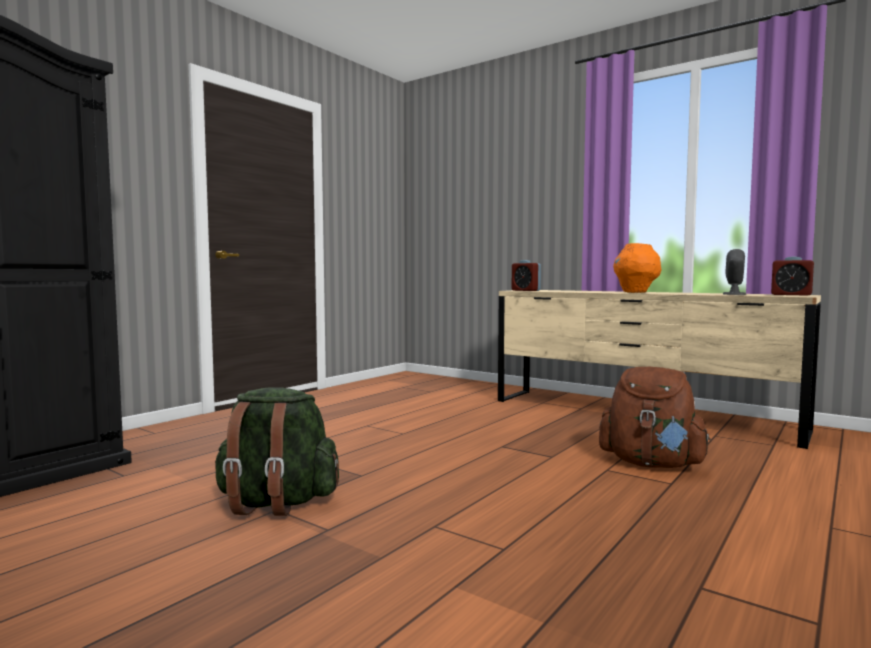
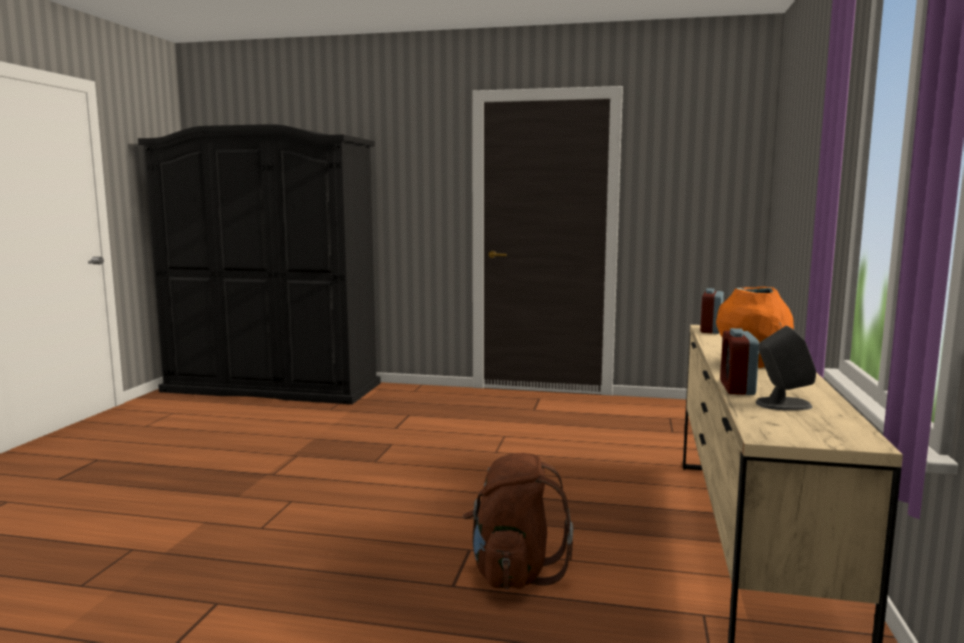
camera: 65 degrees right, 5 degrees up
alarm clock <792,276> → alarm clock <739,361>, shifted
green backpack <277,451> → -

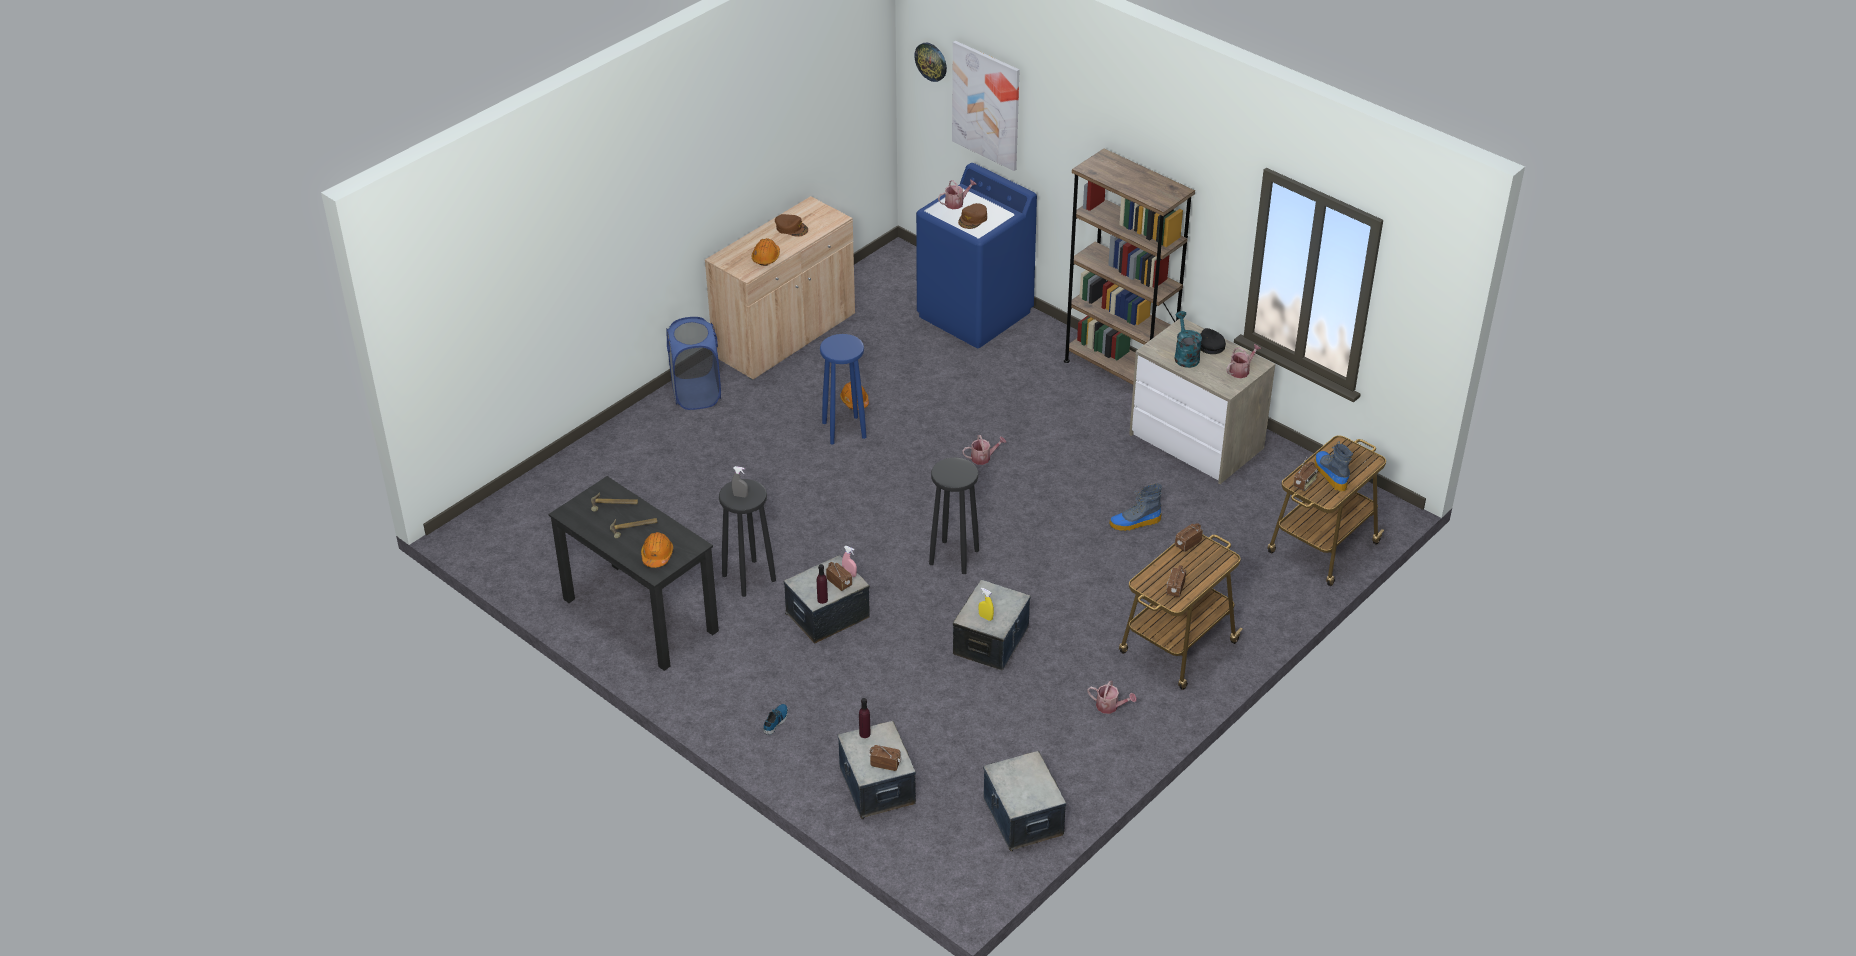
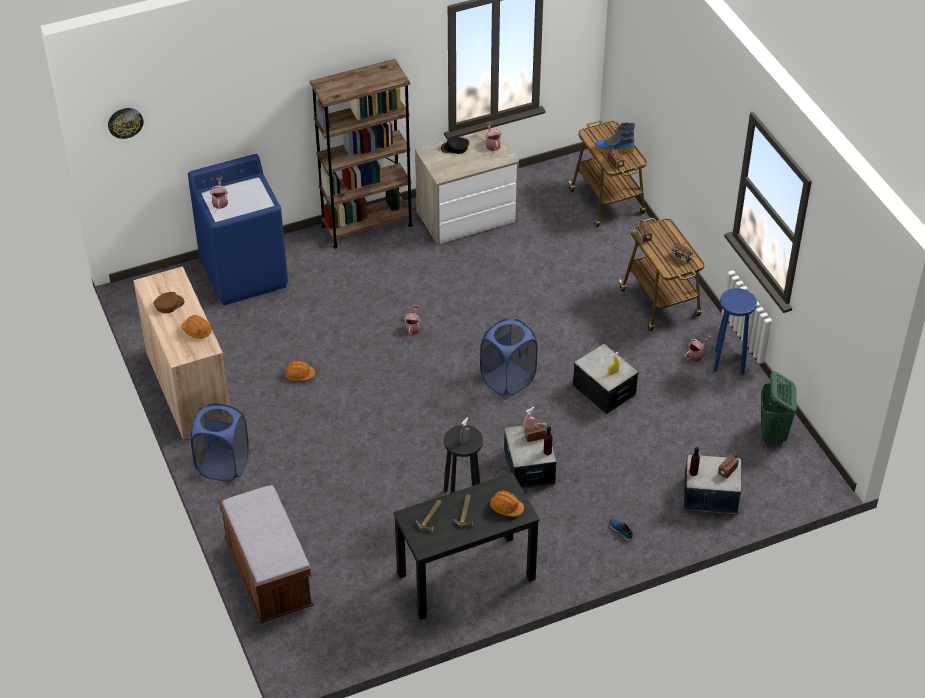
camera: 65 degrees left, 5 degrees up
- → brown bench <266,553>
black stool <954,516> → blue laundry basket <509,357>
blue stool <843,389> → blue stool <735,331>, shifted
storage box <1024,801> → green laundry basket <779,407>
picture <985,106> → -
brown cap <972,216> → -
boot <1136,507> → -
turquoise watering can <1188,339> → -

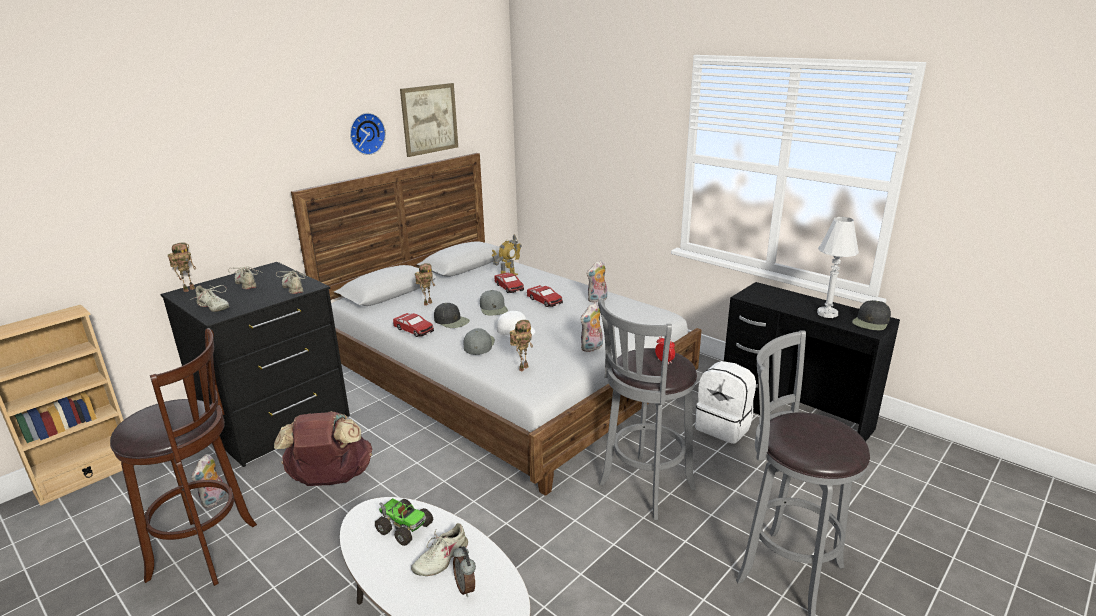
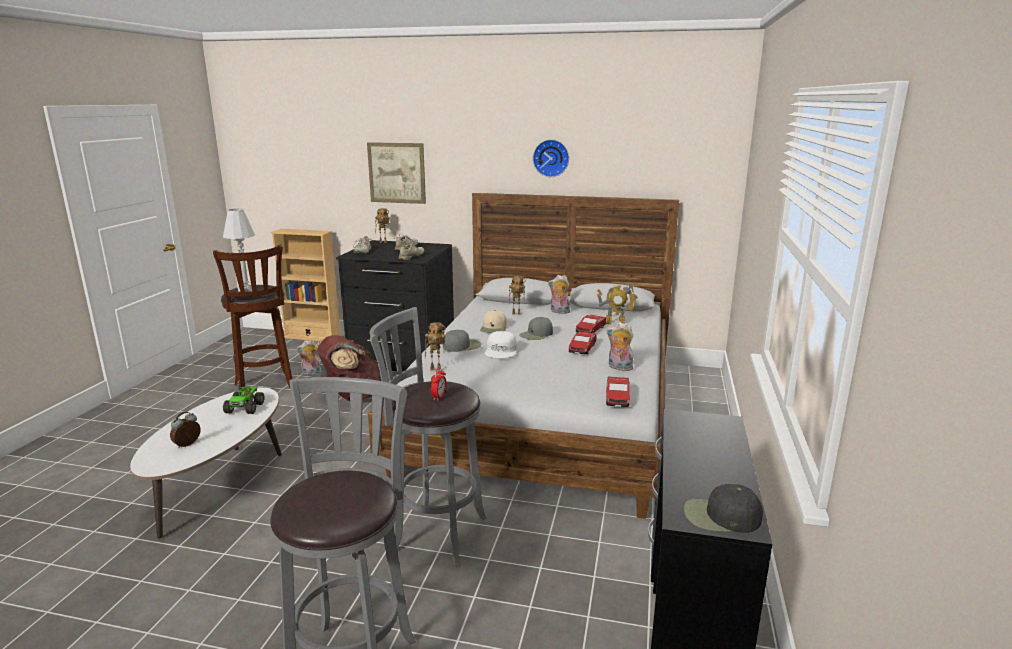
camera: 60 degrees right, 5 degrees down
white table lamp <838,267> → white table lamp <239,250>, shifted
picture <429,120> → picture <396,173>, shifted
black cap <452,315> → beige cap <493,321>
plush toy <591,327> → plush toy <559,294>, shifted
toy car <413,325> → toy car <618,392>, shifted
beige shoe <439,549> → -
white backpack <725,402> → -

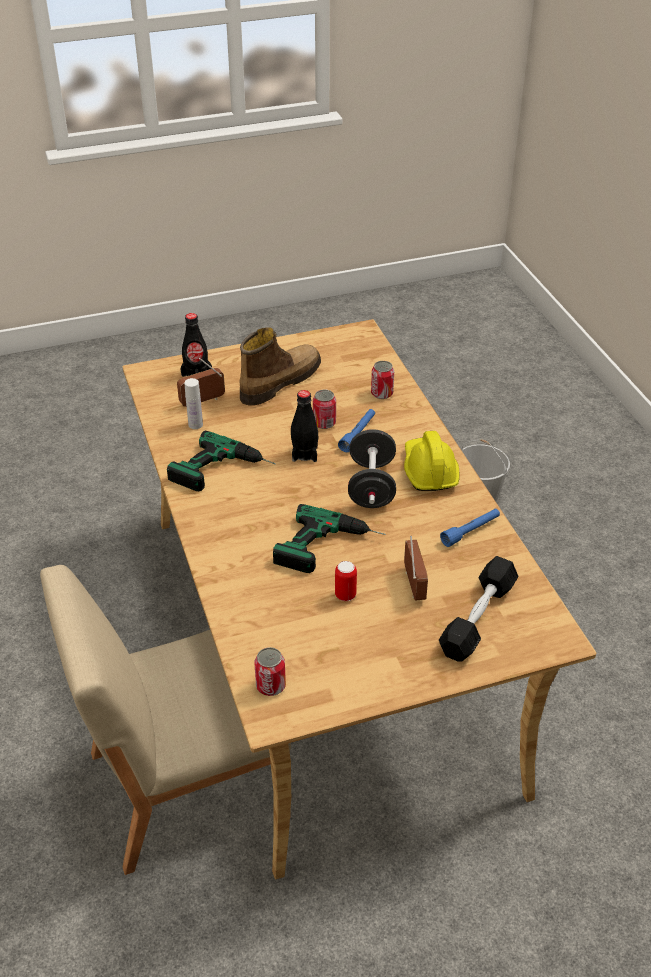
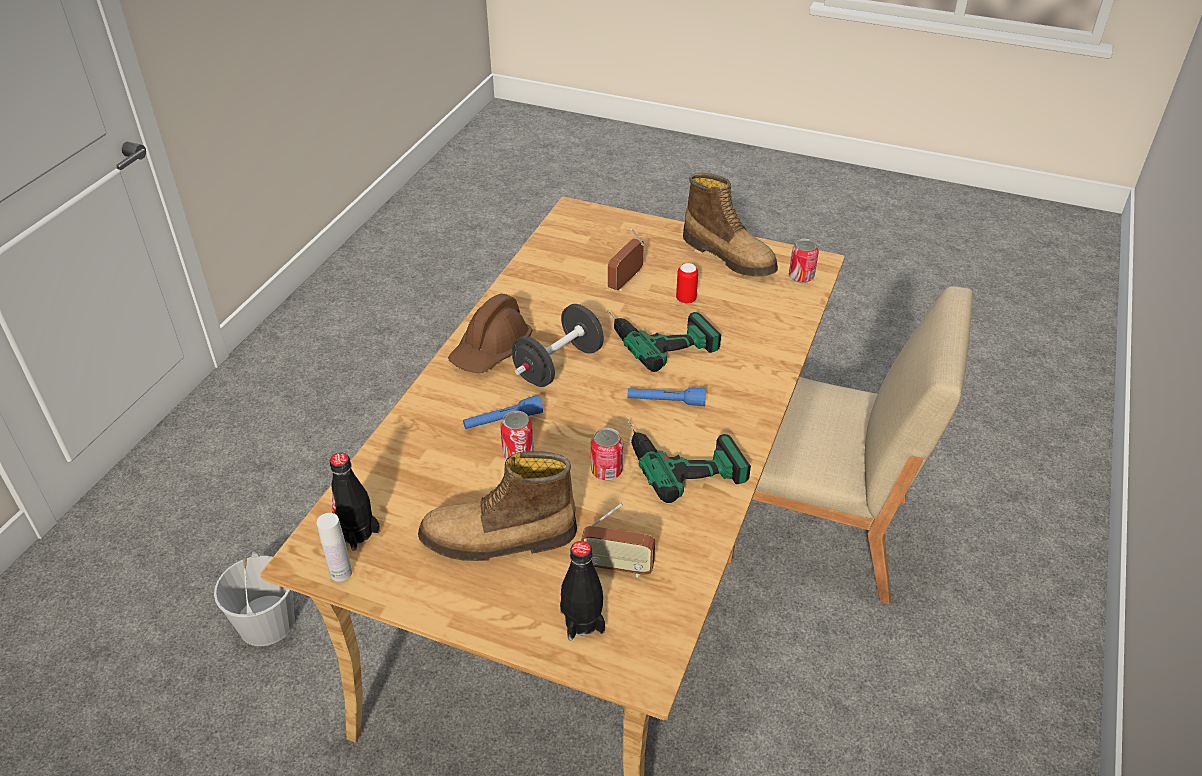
camera: 140 degrees left, 0 degrees up
white bottle <193,403> → white bottle <334,547>, shifted
black bottle <304,426> → black bottle <355,502>, shifted
yellow hard hat <432,461> → brown hard hat <490,333>
can <382,380> → can <607,454>, shifted
blue flashlight <470,528> → blue flashlight <666,397>, shifted
- → boot <730,224>
black dumbbell <478,609> → -

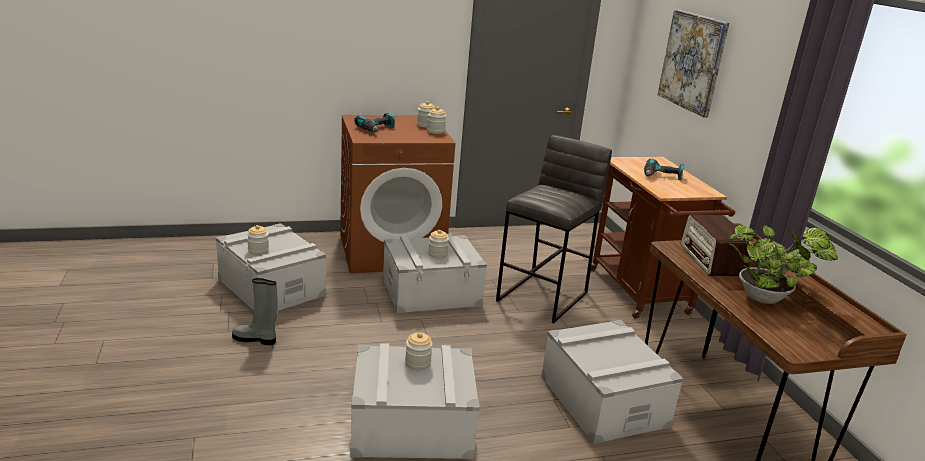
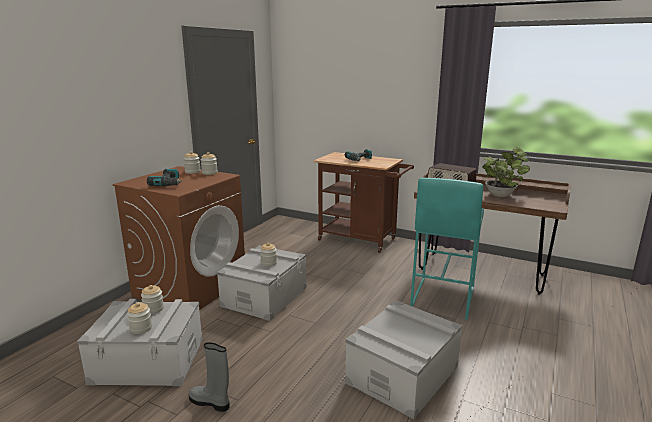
camera: 45 degrees left, 5 degrees down
jar <419,351> → jar <152,299>, shifted
grey boot <255,311> → grey boot <209,377>, 60 degrees clockwise
grey storage box <612,382> → turquoise stool <447,249>
grey stool <554,229> → -
picture <694,64> → -

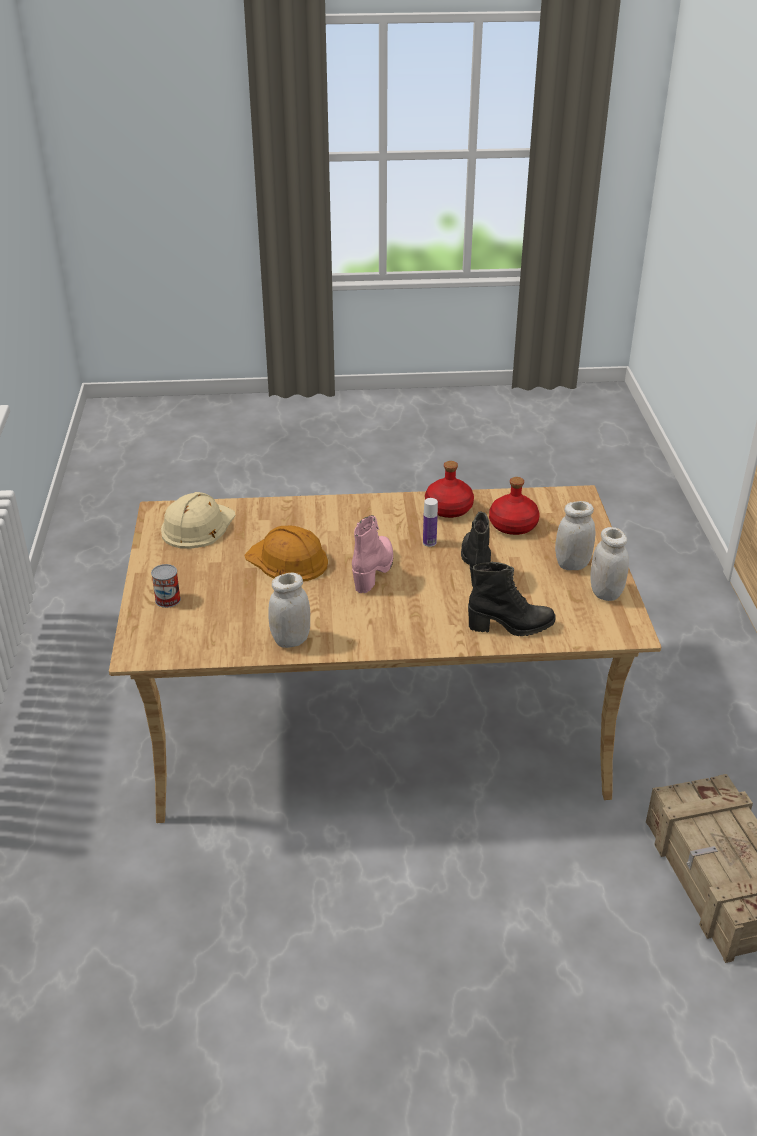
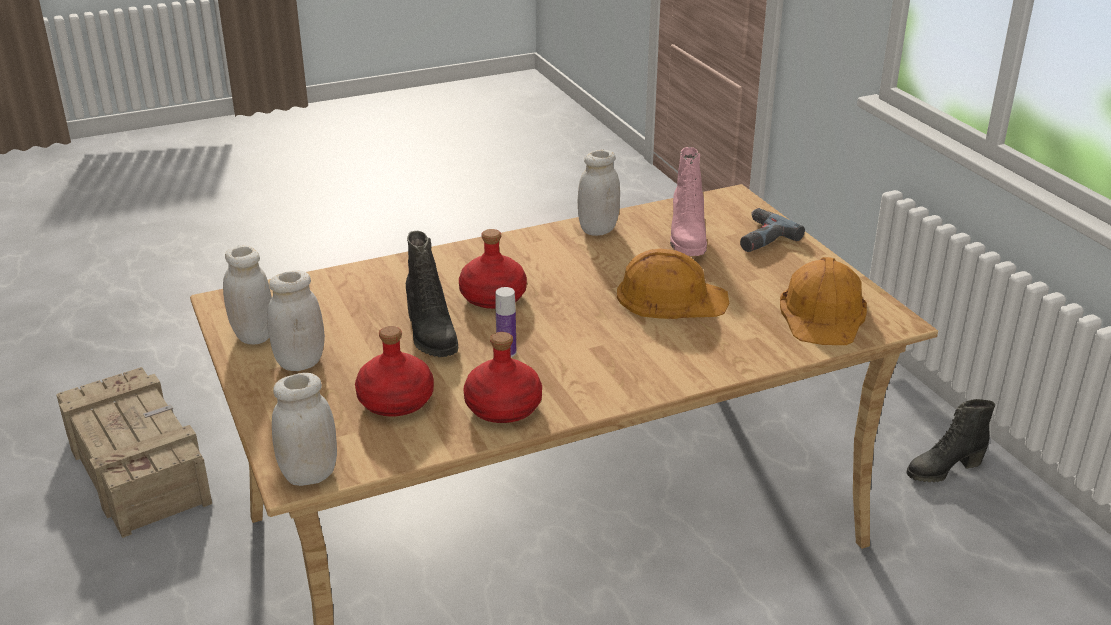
camera: 160 degrees right, 5 degrees down
- → white jar <304,429>
- → red bottle <493,269>
pink boot <372,554> → pink boot <688,201>, shifted
can <166,586> → power drill <772,230>
beige hard hat <198,520> → orange hard hat <823,301>
black boot <512,599> → black boot <951,440>, shifted

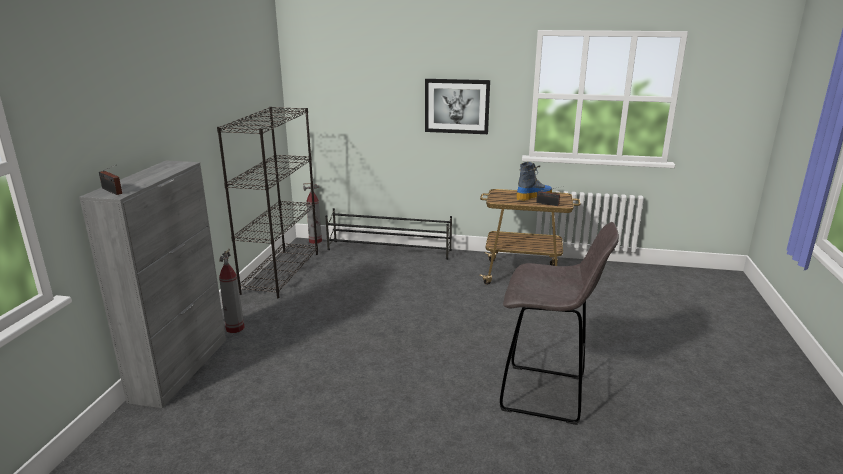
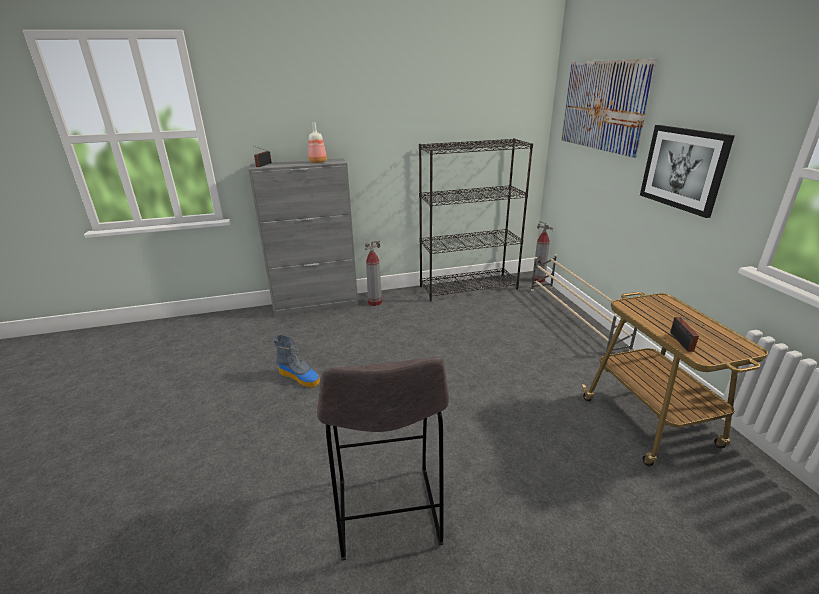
camera: 65 degrees right, 5 degrees up
boot <534,181> → boot <296,361>, shifted
- → bottle <317,143>
black shoe rack <388,234> → beige shoe rack <584,302>
- → picture <609,108>

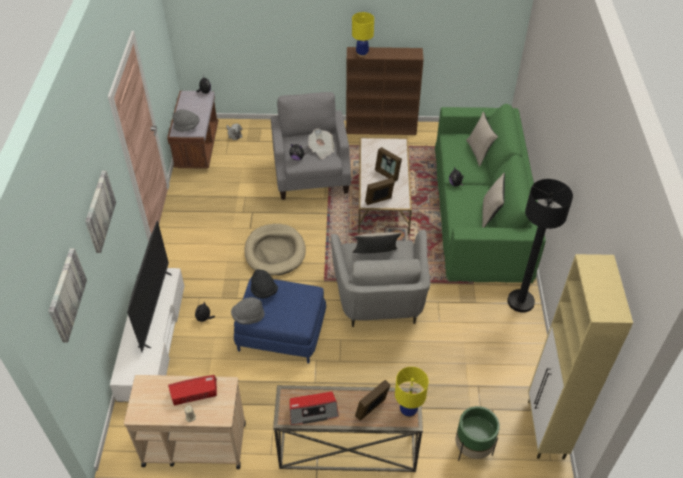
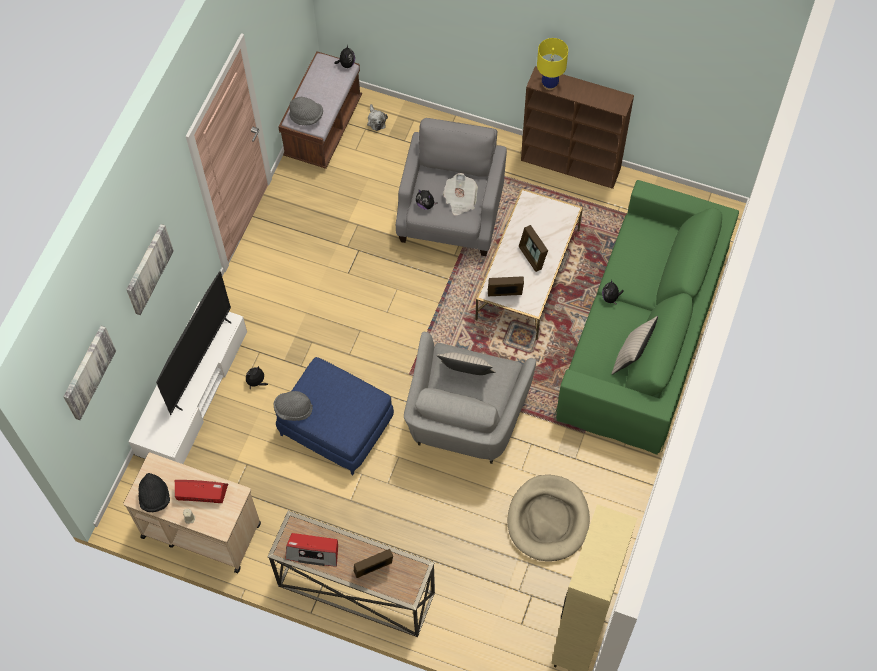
camera: 20 degrees right, 15 degrees up
black hat <264,284> → black hat <154,493>, shifted
beige dog bed <275,249> → beige dog bed <548,518>, shifted
yellow table lamp <412,392> → -
green planter <477,433> → -
beige pillow <482,139> → -
black floor lamp <540,246> → -

